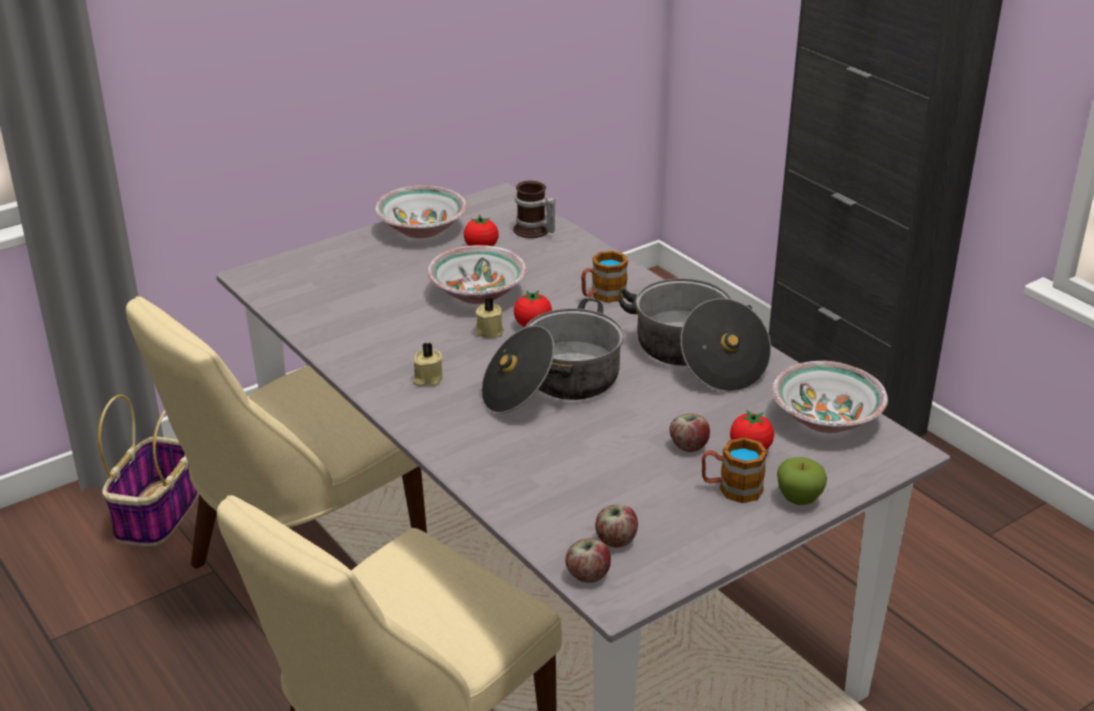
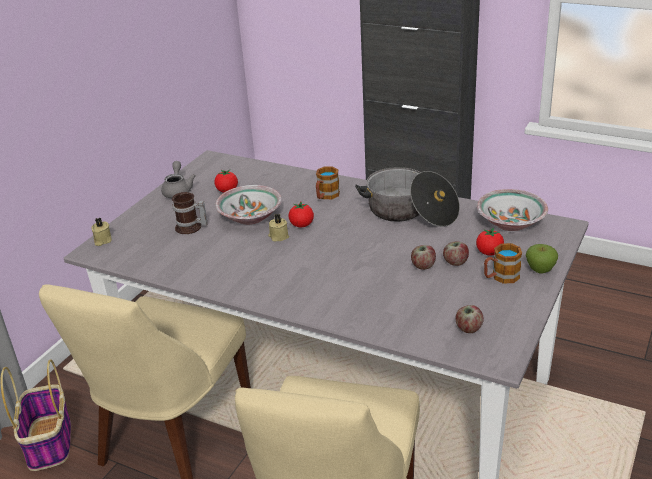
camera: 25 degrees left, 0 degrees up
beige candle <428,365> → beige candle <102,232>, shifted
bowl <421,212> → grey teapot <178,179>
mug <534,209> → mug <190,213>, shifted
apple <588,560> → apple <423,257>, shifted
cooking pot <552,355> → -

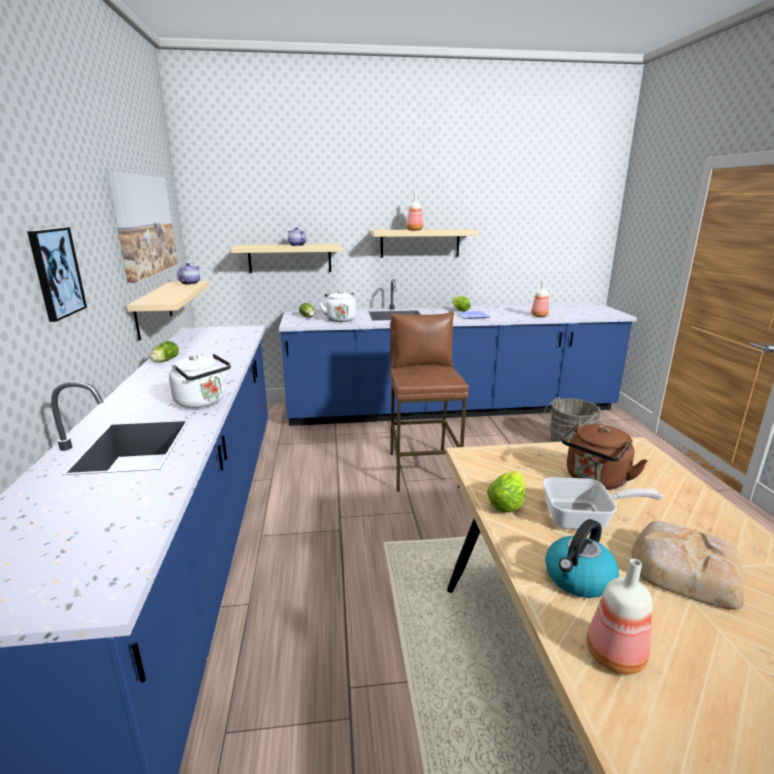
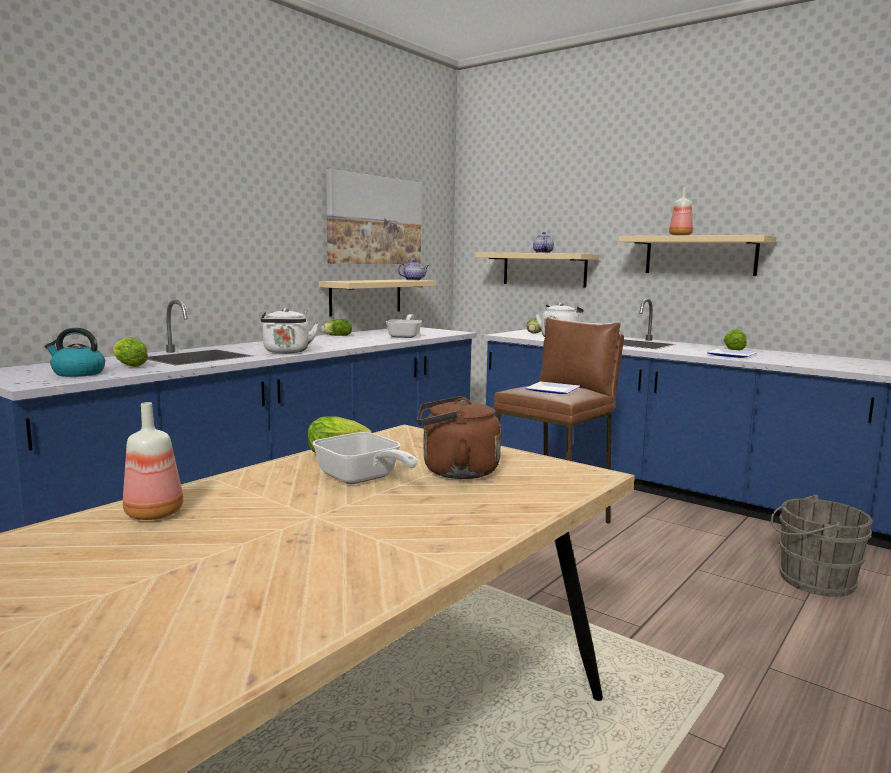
camera: 45 degrees right, 10 degrees down
kettle <582,558> → kettle <75,352>, shifted
- → lettuce <130,352>
- → frying pan <404,326>
- → plate <552,388>
picture <57,274> → -
bottle <540,299> → -
bread <688,565> → -

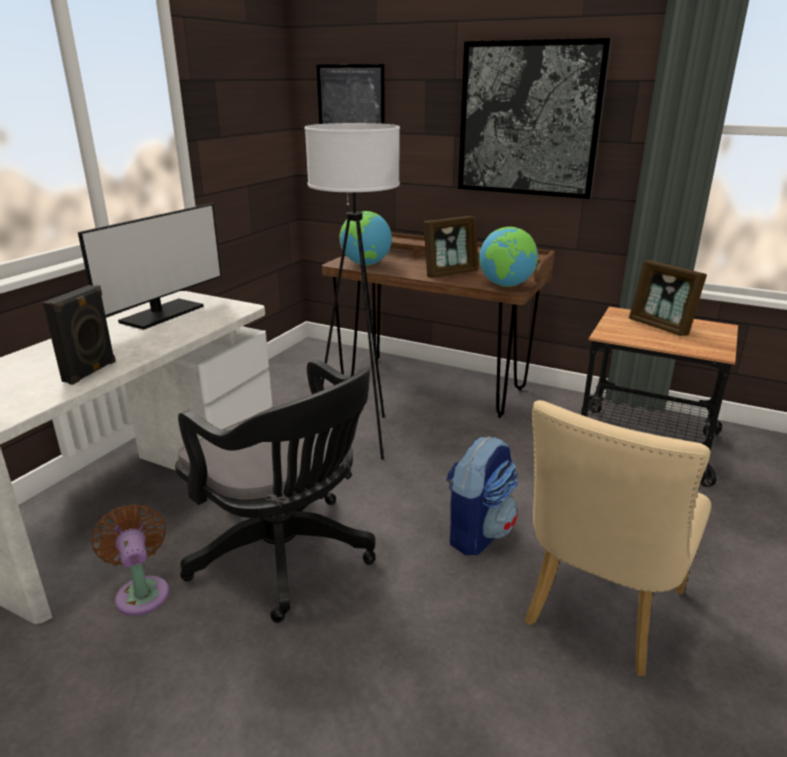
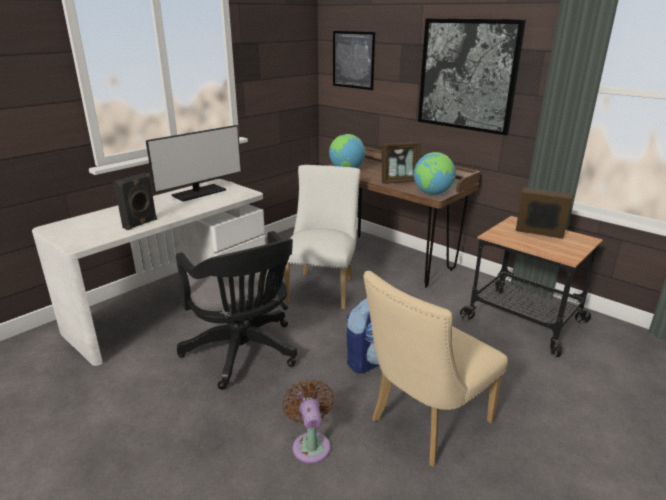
camera: 15 degrees right, 0 degrees up
brown fan <130,560> → brown fan <308,421>, shifted
white floor lamp <352,291> → white chair <322,237>
picture frame <668,298> → picture frame <544,213>, 135 degrees clockwise

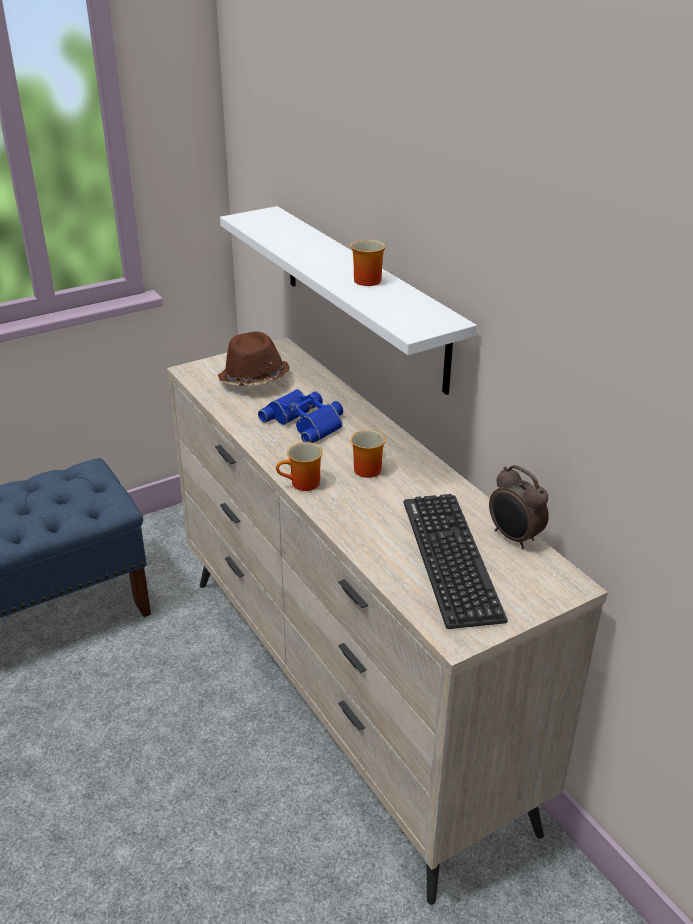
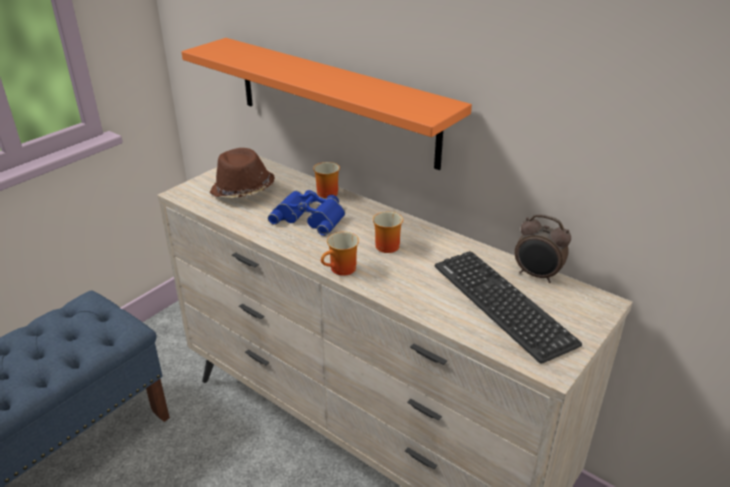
camera: 20 degrees left, 0 degrees up
white shelf <348,300> → orange shelf <326,104>
mug <368,263> → mug <326,180>, shifted

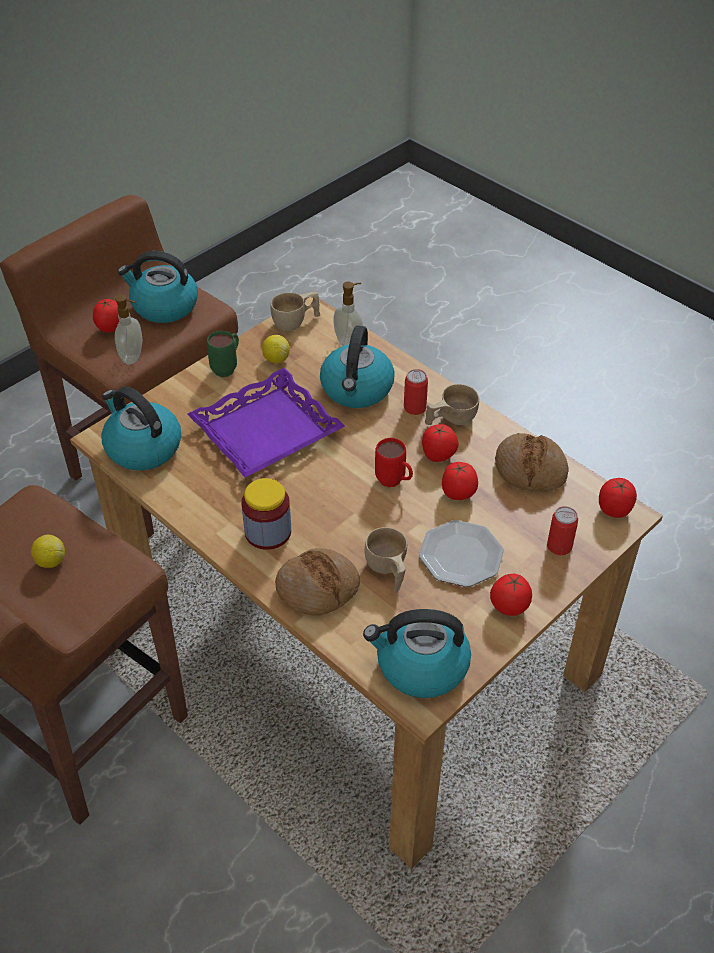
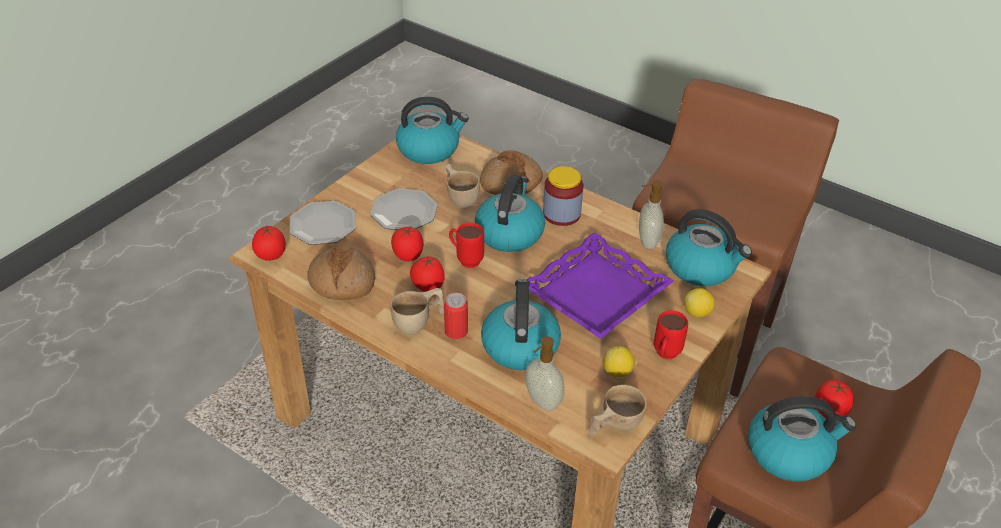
camera: 170 degrees right, 5 degrees down
can <562,530> → plate <323,223>
- → kettle <510,213>
soap dispenser <129,329> → soap dispenser <651,214>, shifted
green mug <223,354> → red mug <671,334>
lemon <48,551> → lemon <699,303>, shifted
tomato <511,595> → -

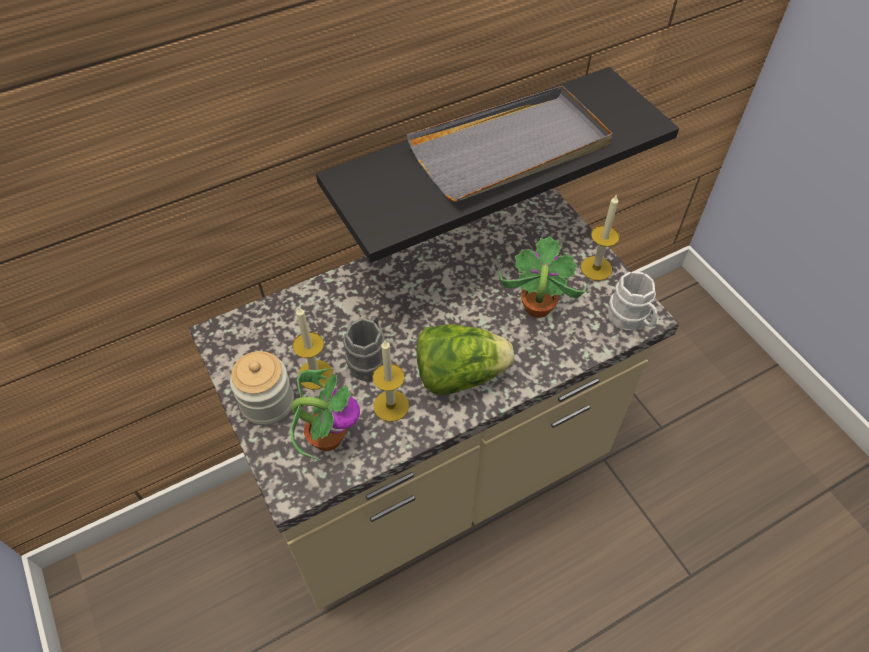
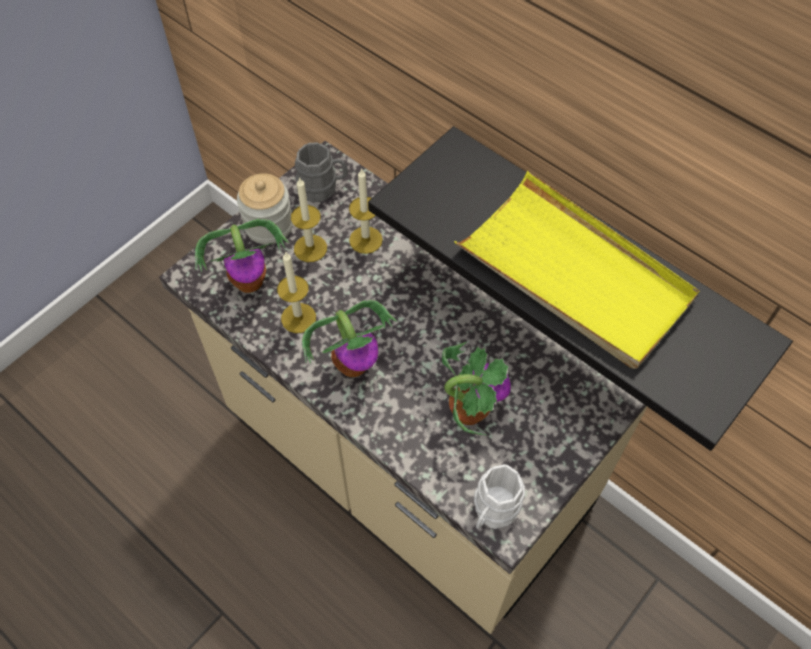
camera: 70 degrees right, 5 degrees up
grey mug <364,349> → grey mug <321,172>, shifted
lettuce <465,359> → potted plant <350,338>
candle <600,237> → candle <366,211>, shifted
grey tray <509,144> → yellow tray <577,270>

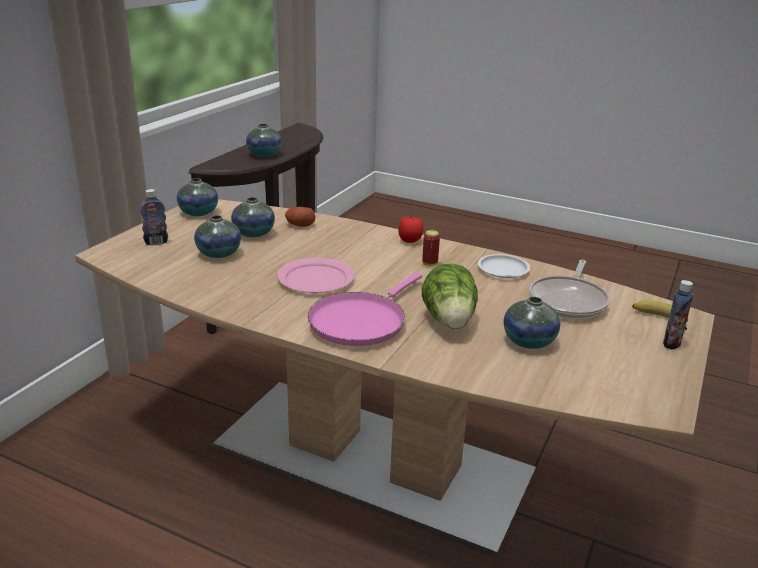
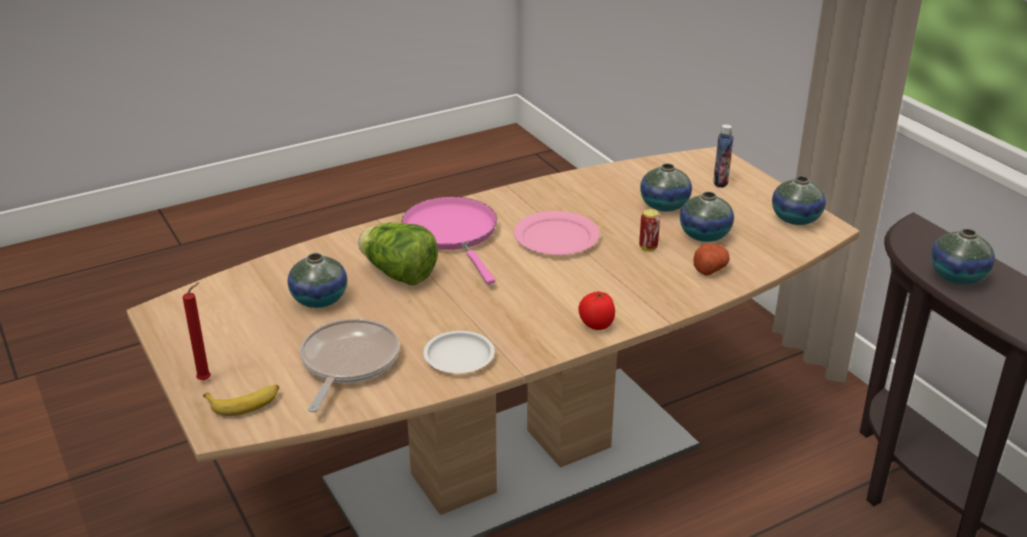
camera: 125 degrees right, 5 degrees up
bottle <678,315> → red candle <197,331>
frying pan <569,289> → frying pan <350,365>, 45 degrees clockwise
can <431,248> → can <649,230>, shifted

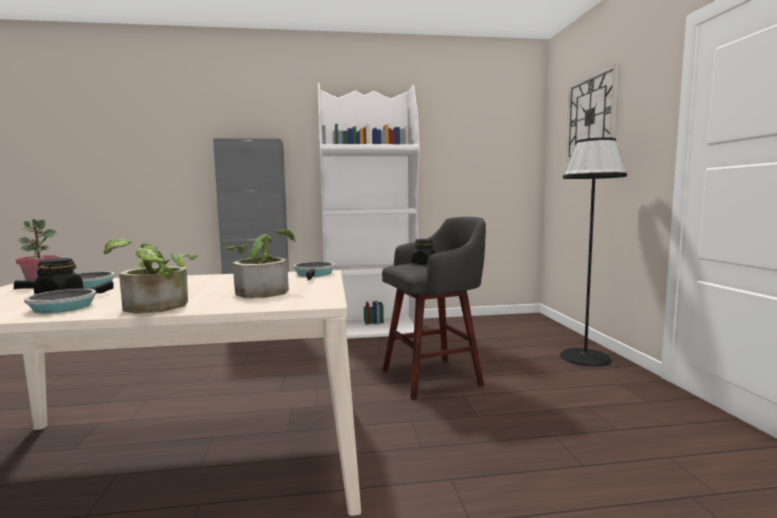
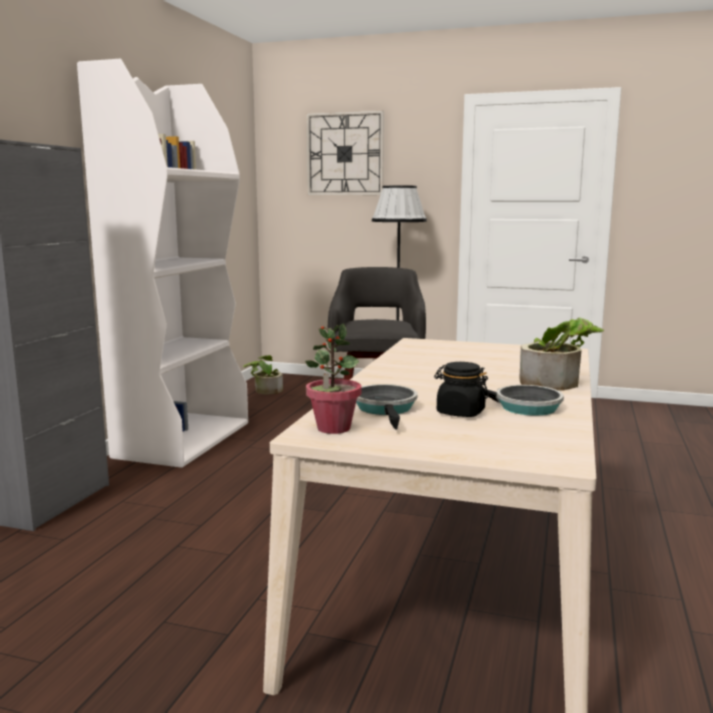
camera: 65 degrees left, 5 degrees up
potted plant <260,263> → potted plant <263,375>, shifted
frying pan <314,271> → -
black jar <424,252> → -

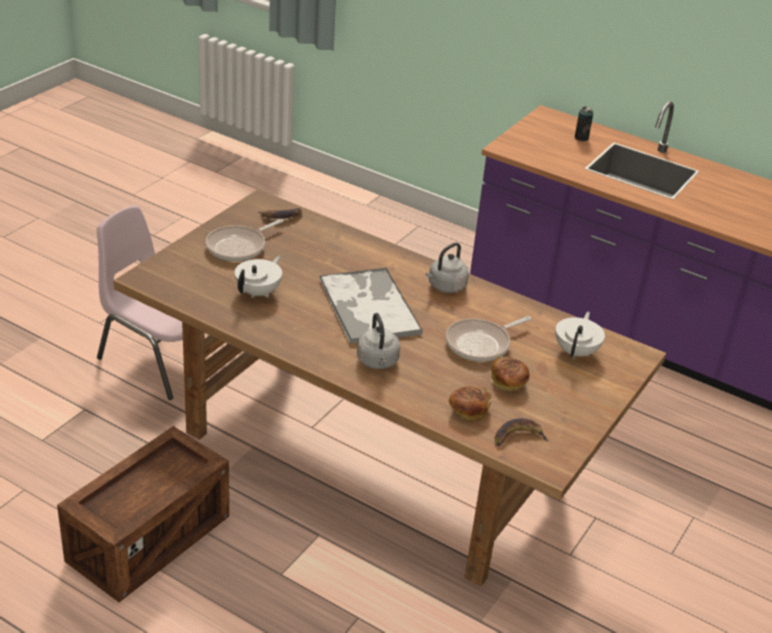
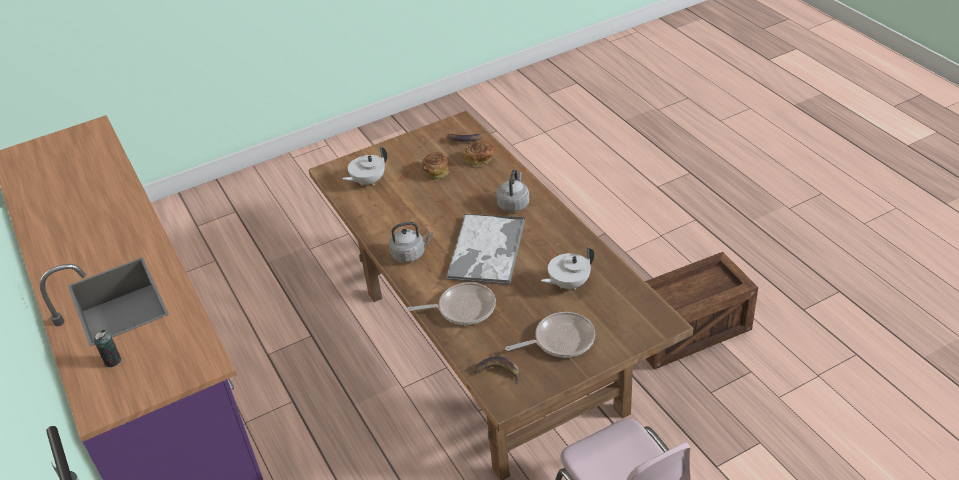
camera: 145 degrees left, 5 degrees up
frying pan <488,338> → frying pan <451,303>, shifted

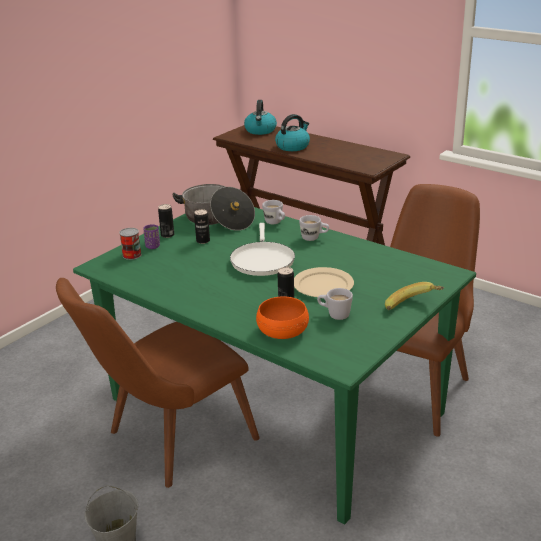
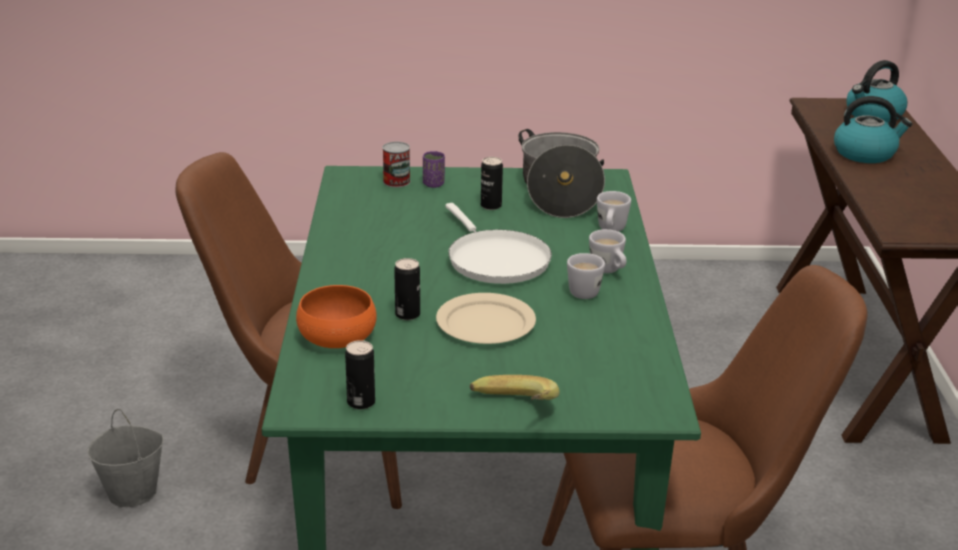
camera: 50 degrees right, 0 degrees up
can <166,221> → can <360,374>, shifted
white frying pan <262,249> → white frying pan <498,243>, 75 degrees counterclockwise
white mug <335,304> → white mug <586,276>, shifted

